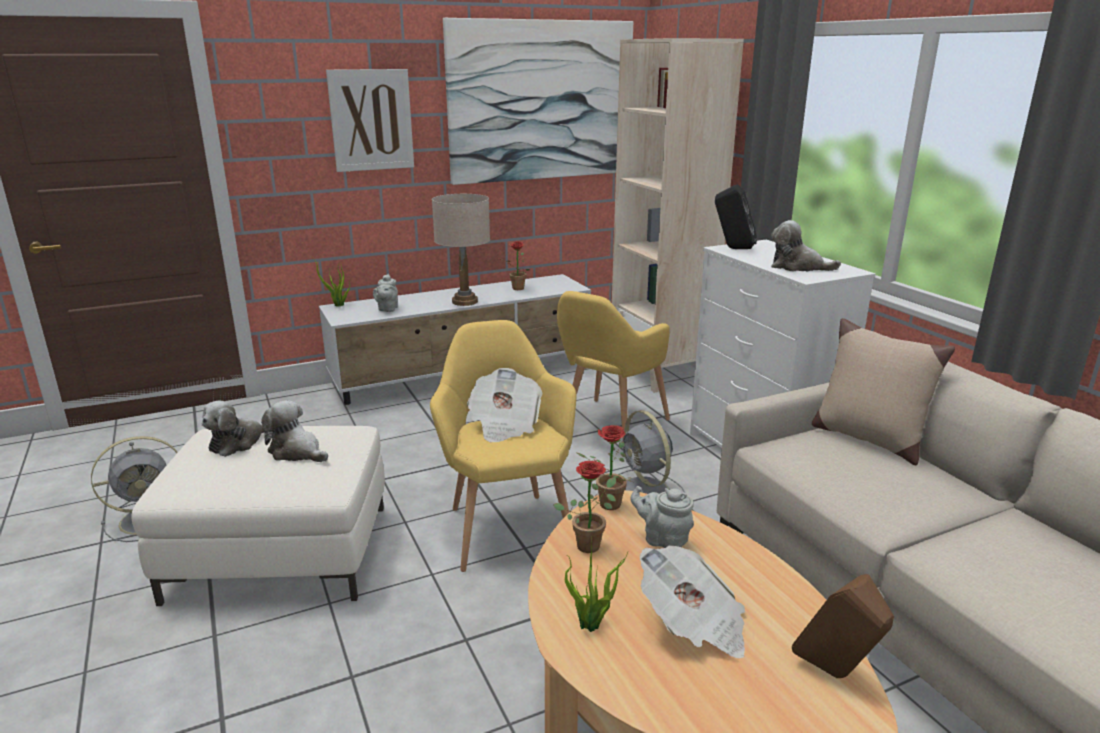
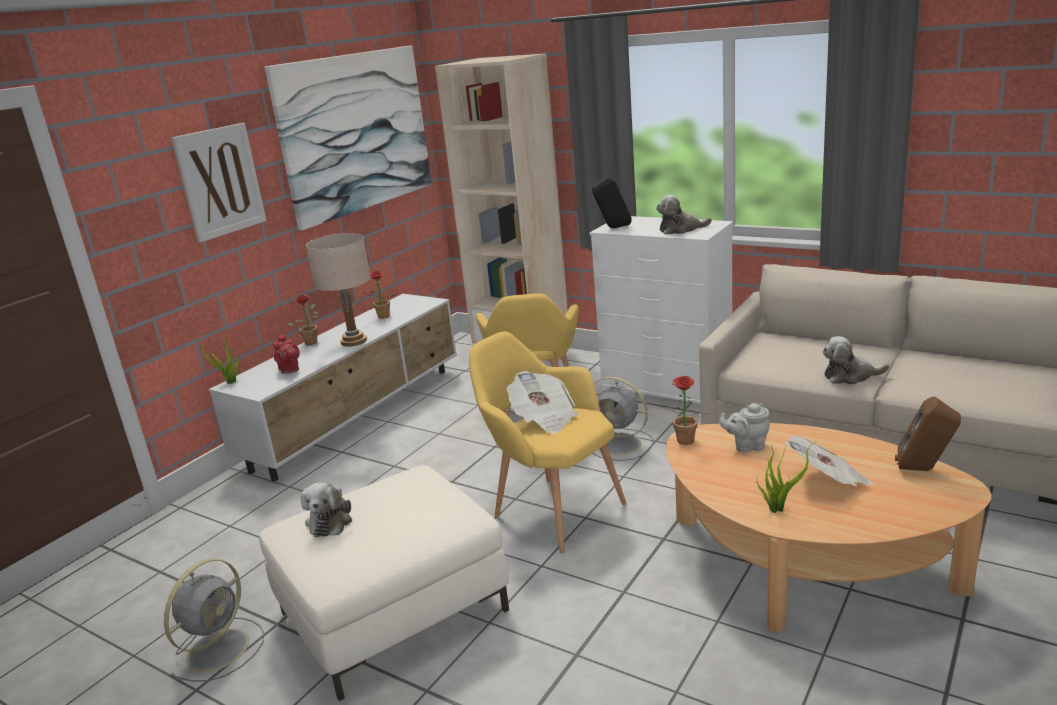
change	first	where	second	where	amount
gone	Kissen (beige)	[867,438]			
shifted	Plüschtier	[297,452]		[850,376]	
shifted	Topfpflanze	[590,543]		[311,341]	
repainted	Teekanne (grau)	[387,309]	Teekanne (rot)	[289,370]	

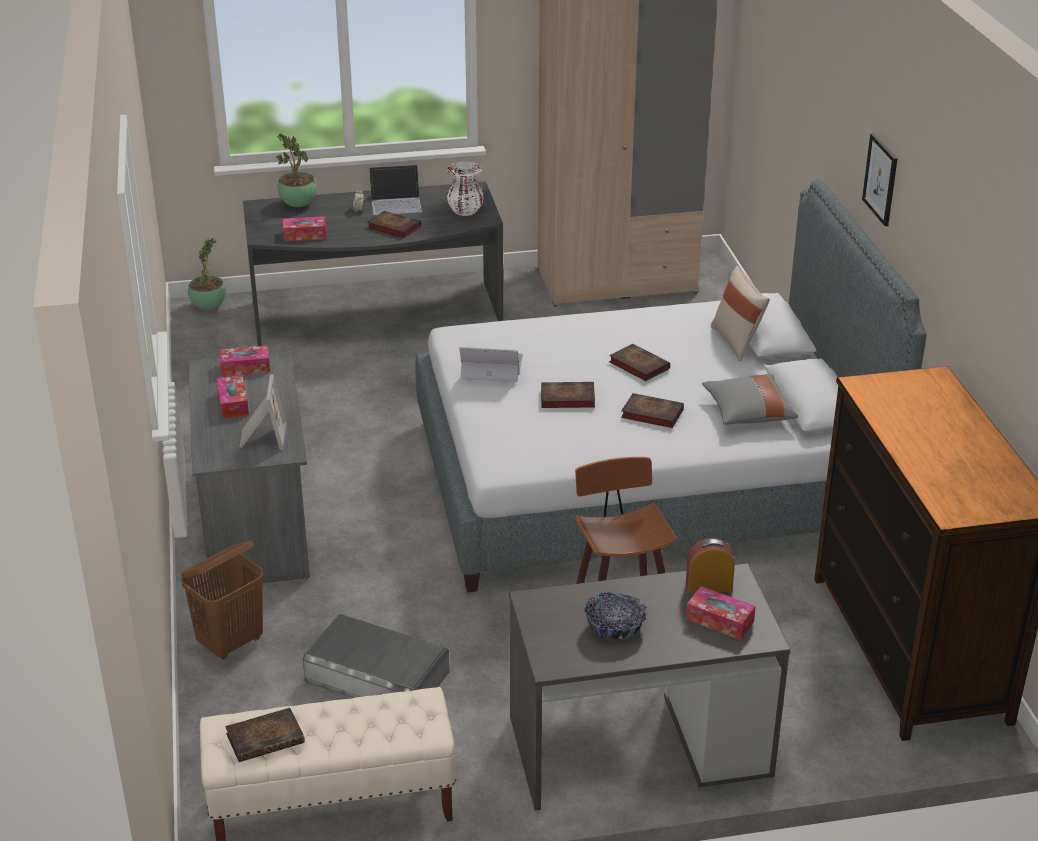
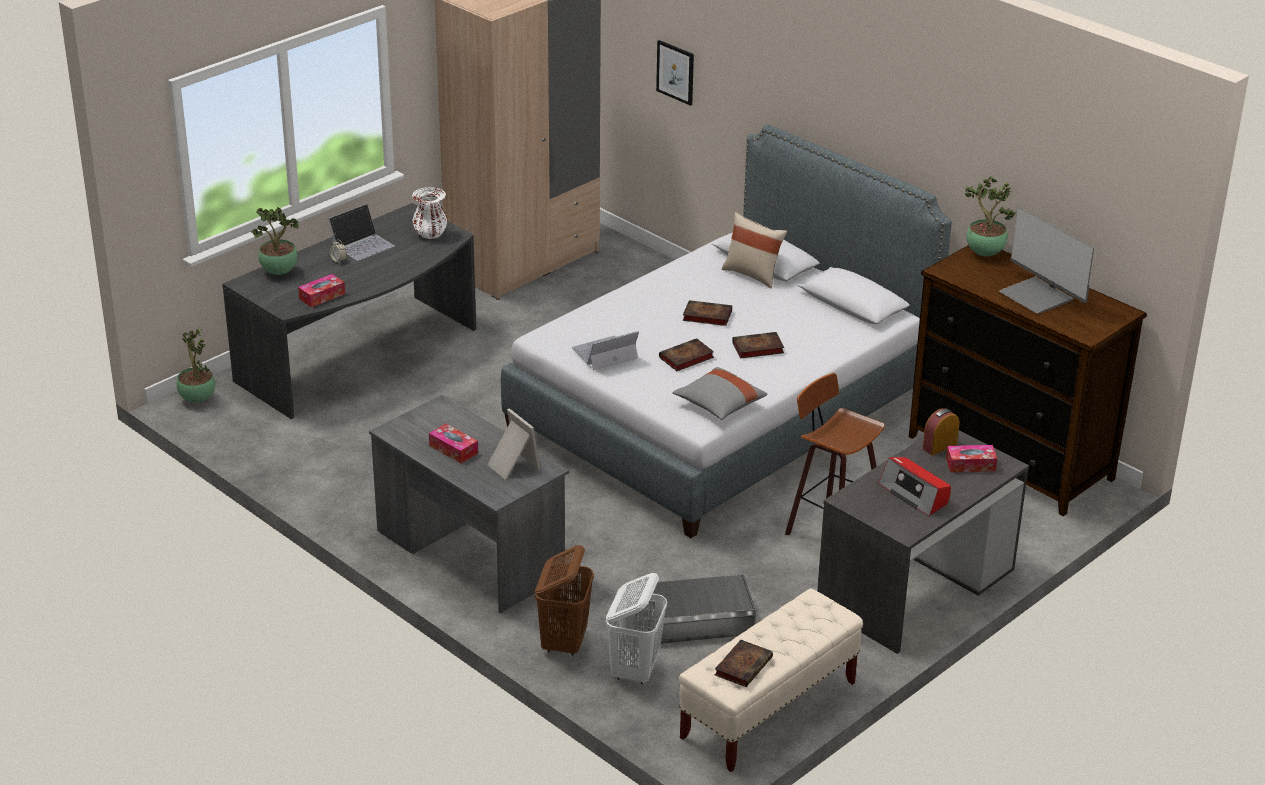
change	first	where	second	where	amount
gone	Taschentuchbox	[245,367]			
gone	Buch	[392,227]			
new			Wäschekorb (weiß)	[635,670]	
new			Topfpflanze	[983,253]	
new			Monitor	[1037,296]	
shifted	Kissen (grau)	[747,413]		[719,405]	
shifted	Bild	[881,179]		[675,72]	
swapped	Schüssel	[615,627]	Radio	[914,494]	

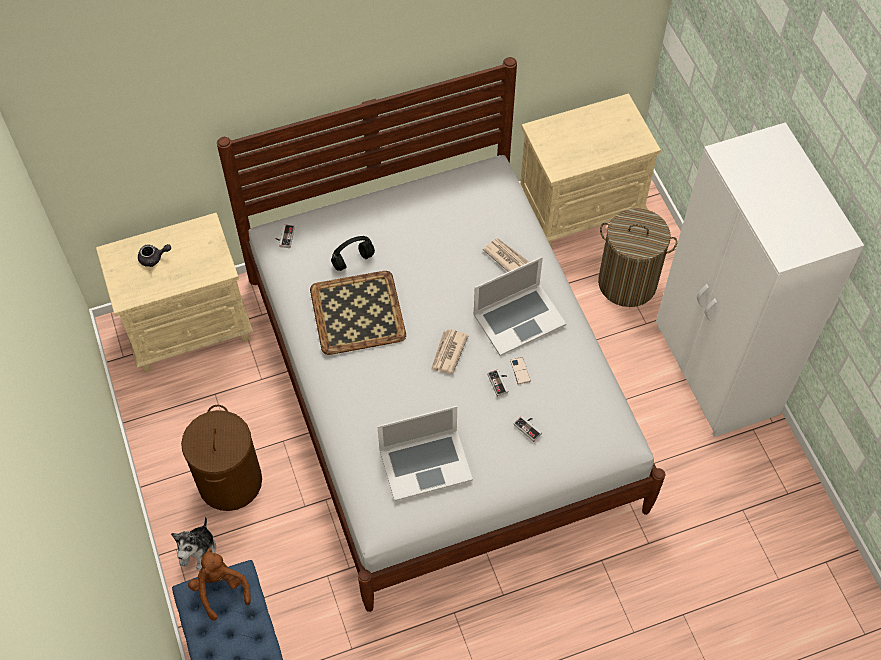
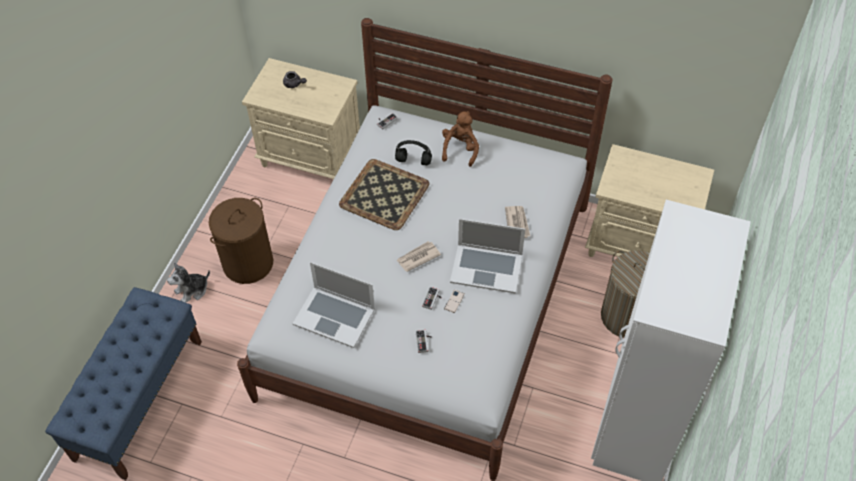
change	first	where	second	where	amount
shifted	Plüschtier (braun)	[220,588]		[460,149]	

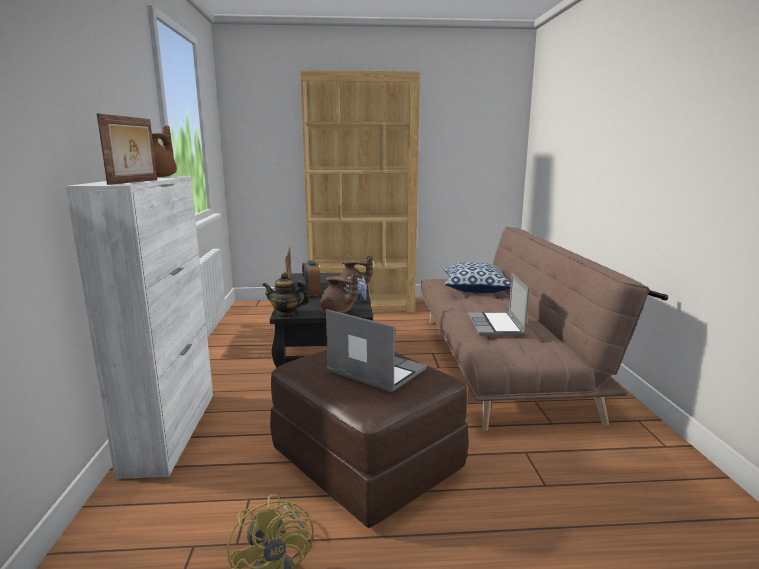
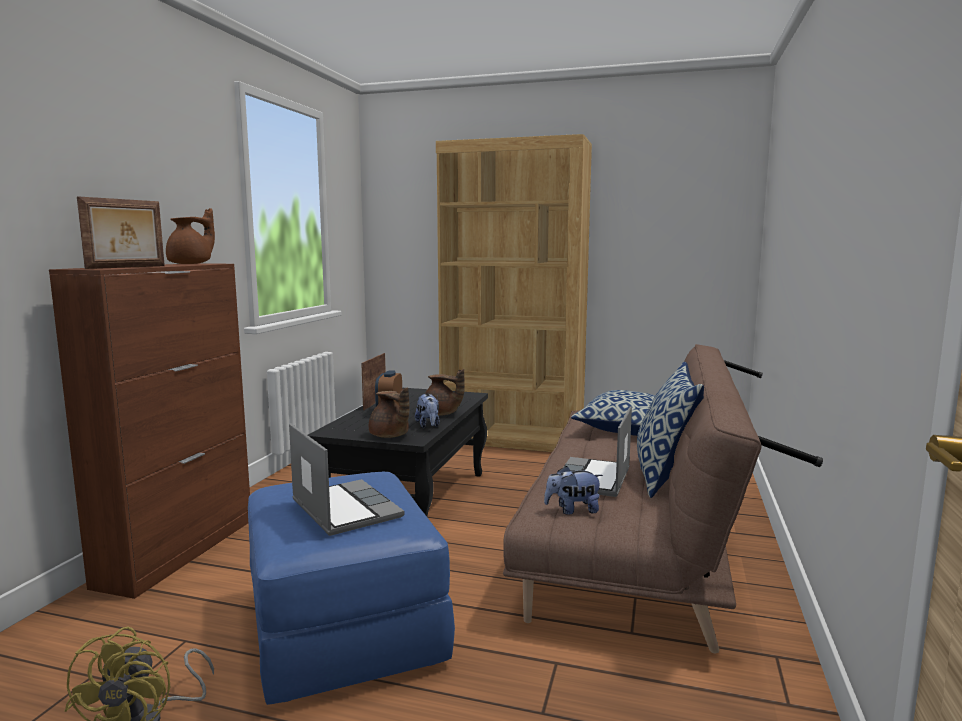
change	first	where	second	where	amount
gone	Teekanne	[286,314]			
new			Plüschtier	[573,510]	
new			Kissen	[665,477]	
repainted	Schrank (weiß)	[171,430]	Schrank (braun)	[179,551]	
repainted	Polsterhocker (braun)	[365,461]	Polsterhocker (blau)	[343,628]	

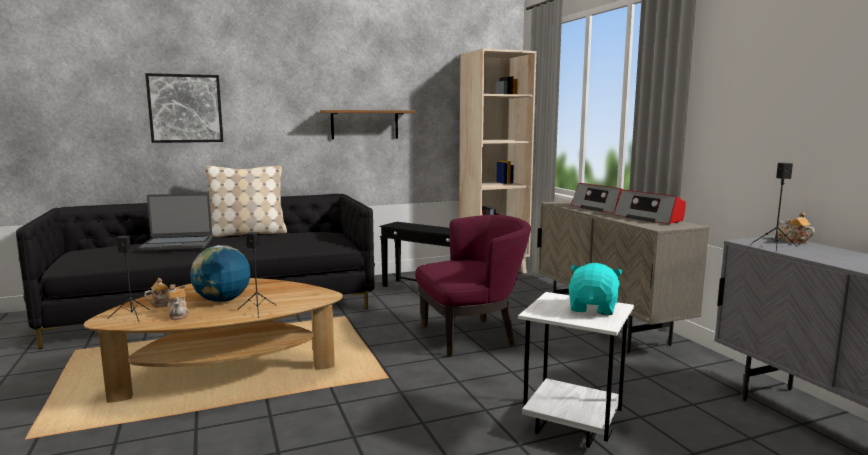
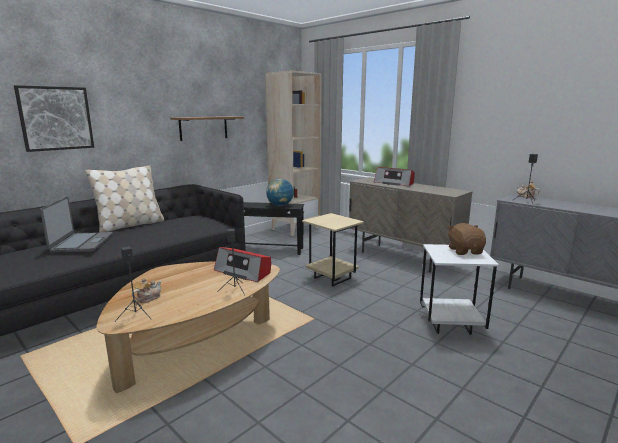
change	first	where	second	where	amount
gone	Teekanne	[178,314]			
shifted	Globus	[222,300]		[280,205]	
shifted	Radio	[649,218]		[243,272]	
swapped	Sessel (lila)	[471,336]	Beistelltisch (beige)	[332,278]	
repainted	Plüschtier (türkis)	[593,308]	Plüschtier (braun)	[465,251]	
rotated	Laptop	[177,245]		[82,243]	60 degrees counterclockwise

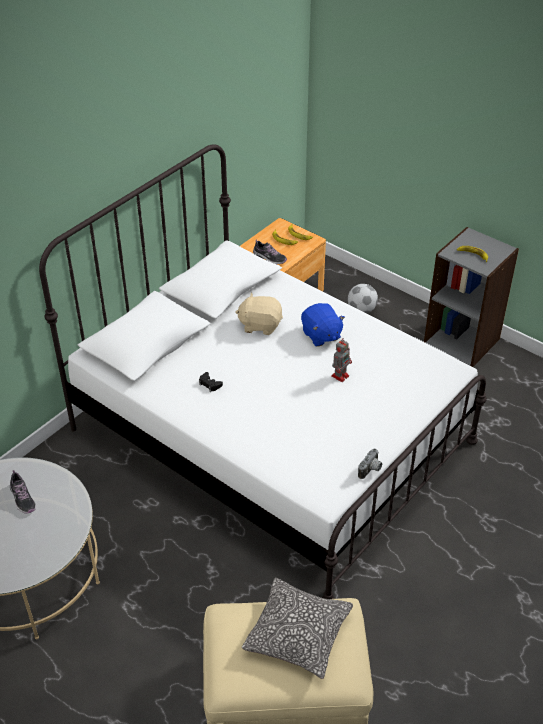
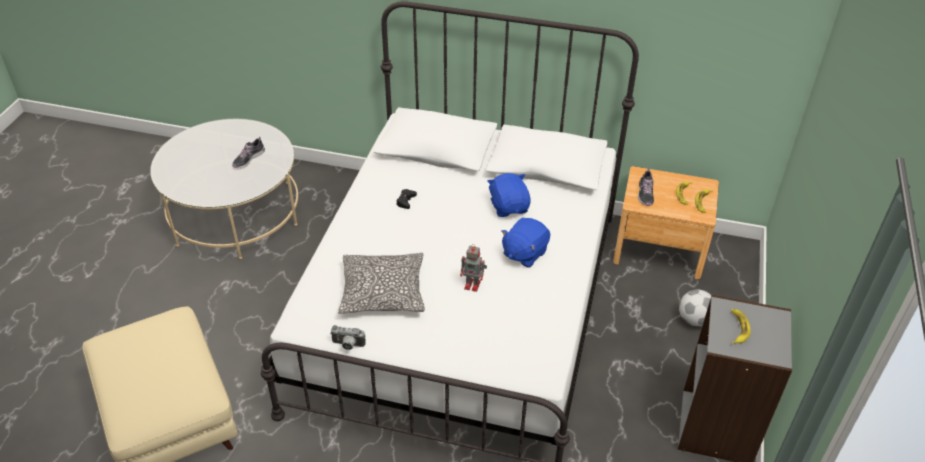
change	first	where	second	where	amount
shifted	Kissen	[298,634]		[383,292]	
repainted	Plüschtier (beige)	[260,325]	Plüschtier (blau)	[509,207]	

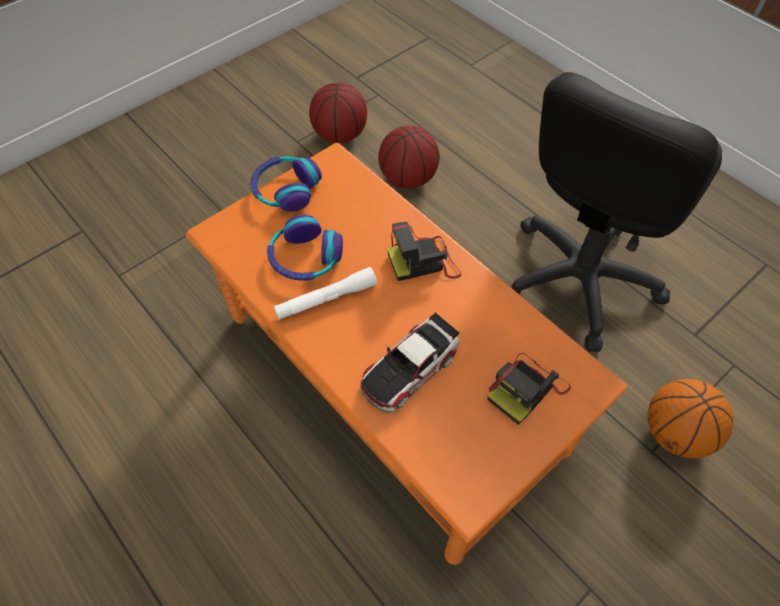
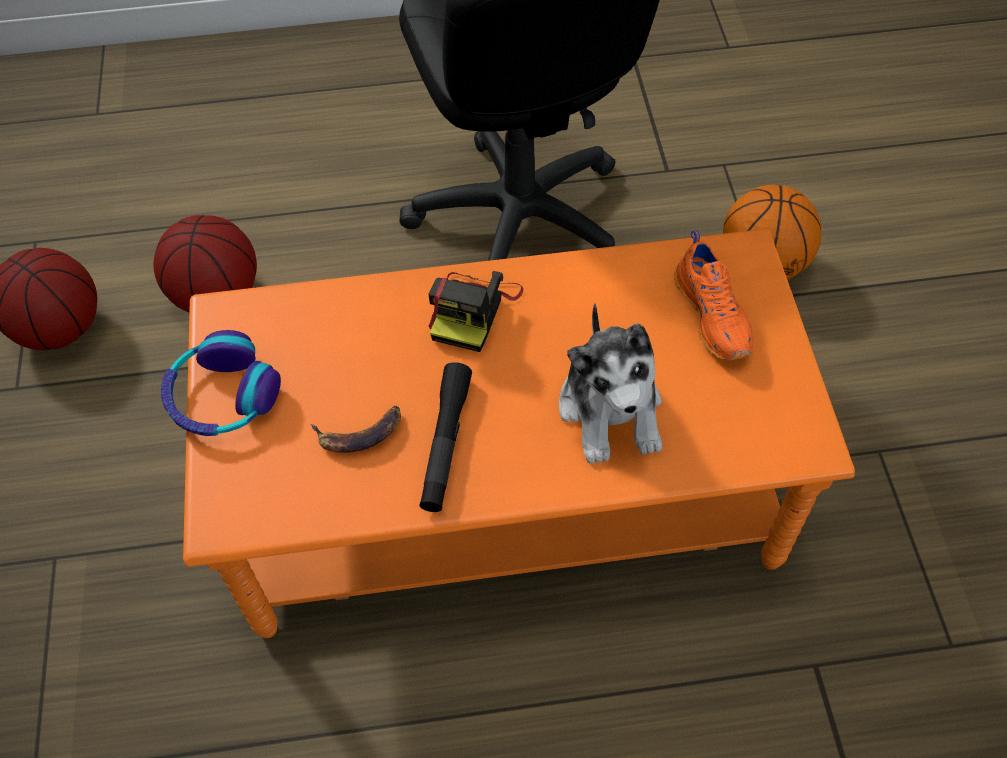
change	first	where	second	where	amount
swapped	Kopfhörer	[305,258]	Banane	[360,433]	
swapped	Spielzeugauto	[409,368]	Plüschtier	[611,409]	
swapped	Kamera	[526,389]	Schuh (orange)	[714,315]	
repainted	Taschenlampe (weiß)	[326,299]	Taschenlampe (schwarz)	[445,443]	

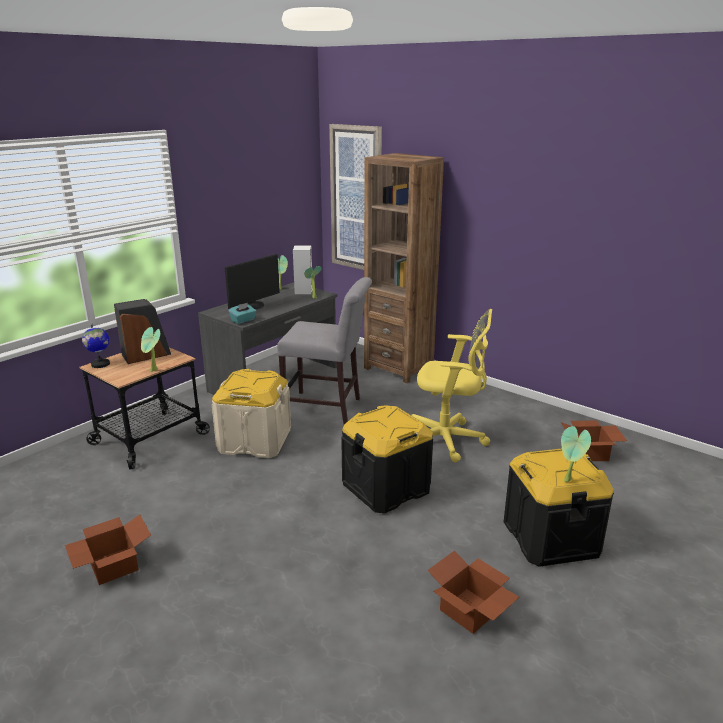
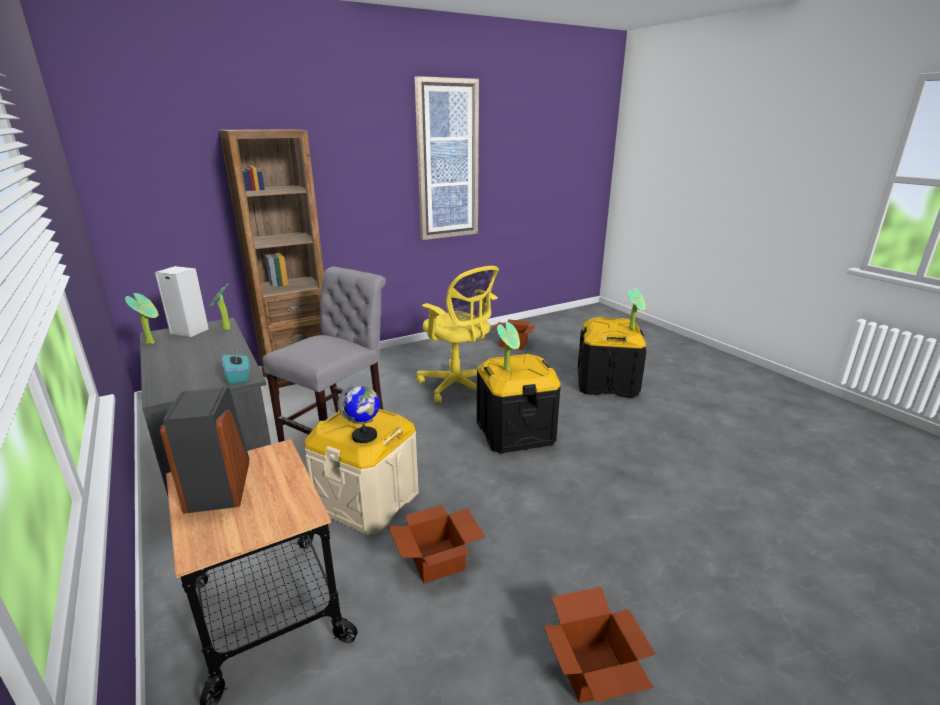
change	first	where	second	where	amount
gone	Monitor	[253,306]			
shifted	Globus	[100,364]		[365,436]	
shifted	Topfpflanze	[154,371]		[508,369]	
shifted	Bild	[356,199]		[447,161]	
shifted	Karton	[470,612]		[438,560]	
rotated	Bürostuhl (gelb)	[447,440]		[458,387]	105 degrees clockwise

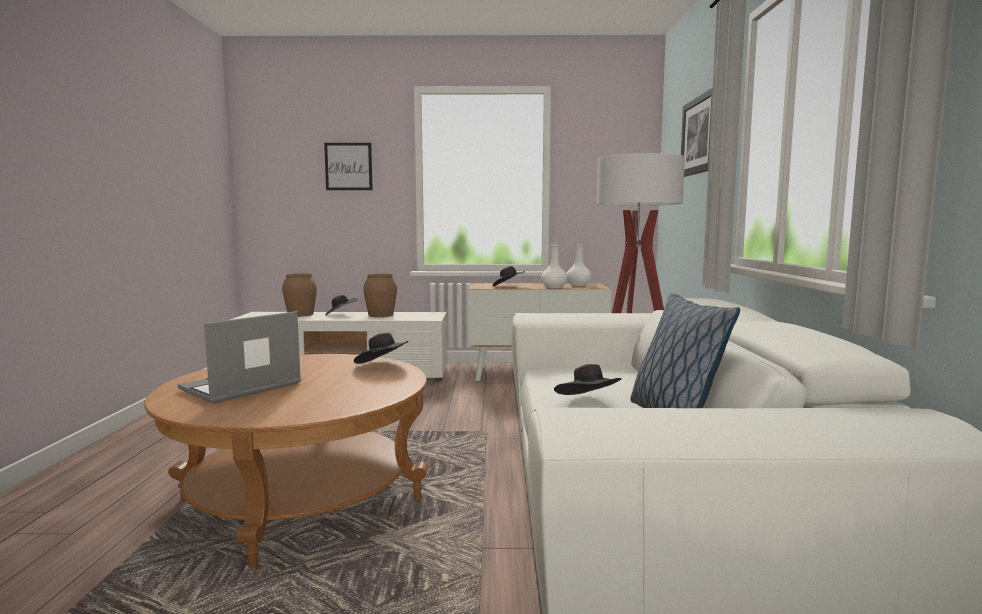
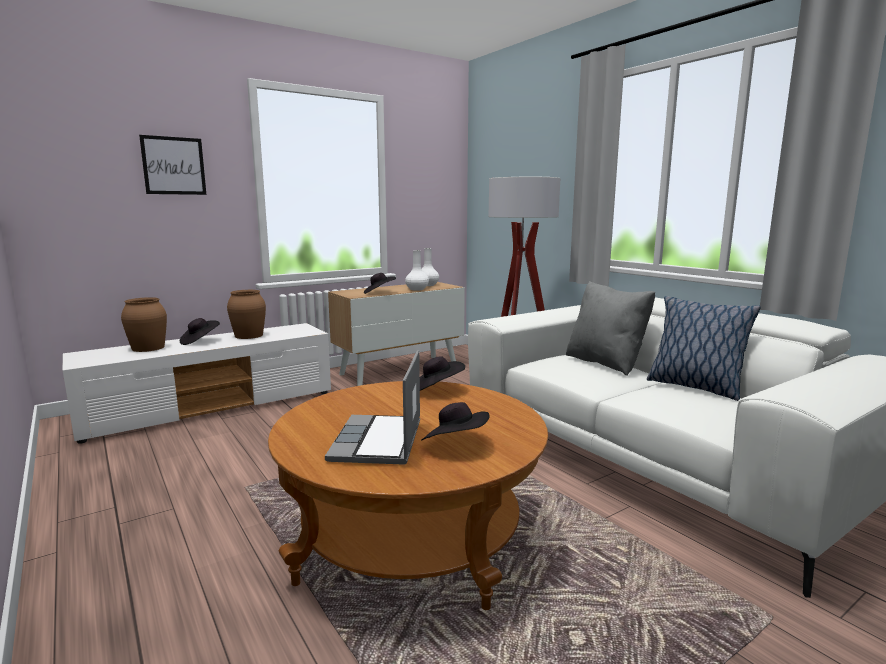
change	first	where	second	where	amount
gone	Bild	[700,135]			
new			Kissen (grau)	[605,363]	
shifted	Hut (schwarz)	[588,402]		[456,444]	

